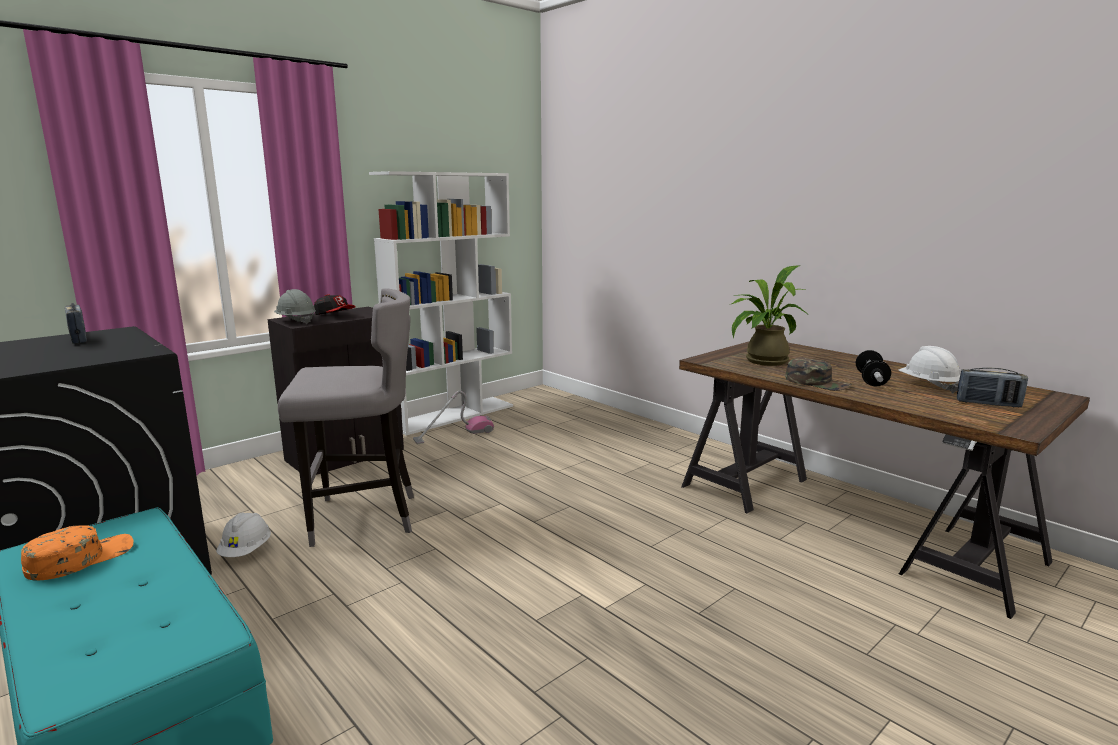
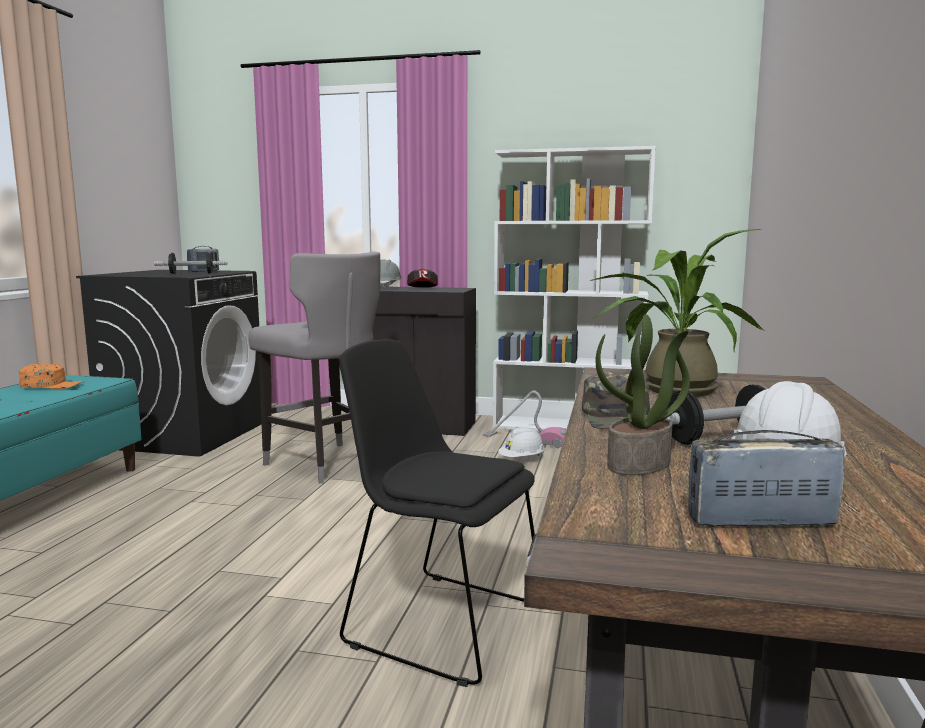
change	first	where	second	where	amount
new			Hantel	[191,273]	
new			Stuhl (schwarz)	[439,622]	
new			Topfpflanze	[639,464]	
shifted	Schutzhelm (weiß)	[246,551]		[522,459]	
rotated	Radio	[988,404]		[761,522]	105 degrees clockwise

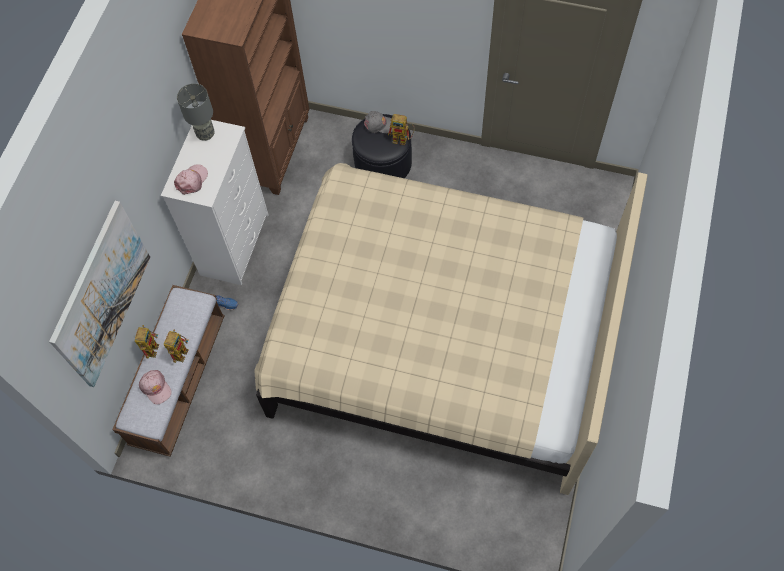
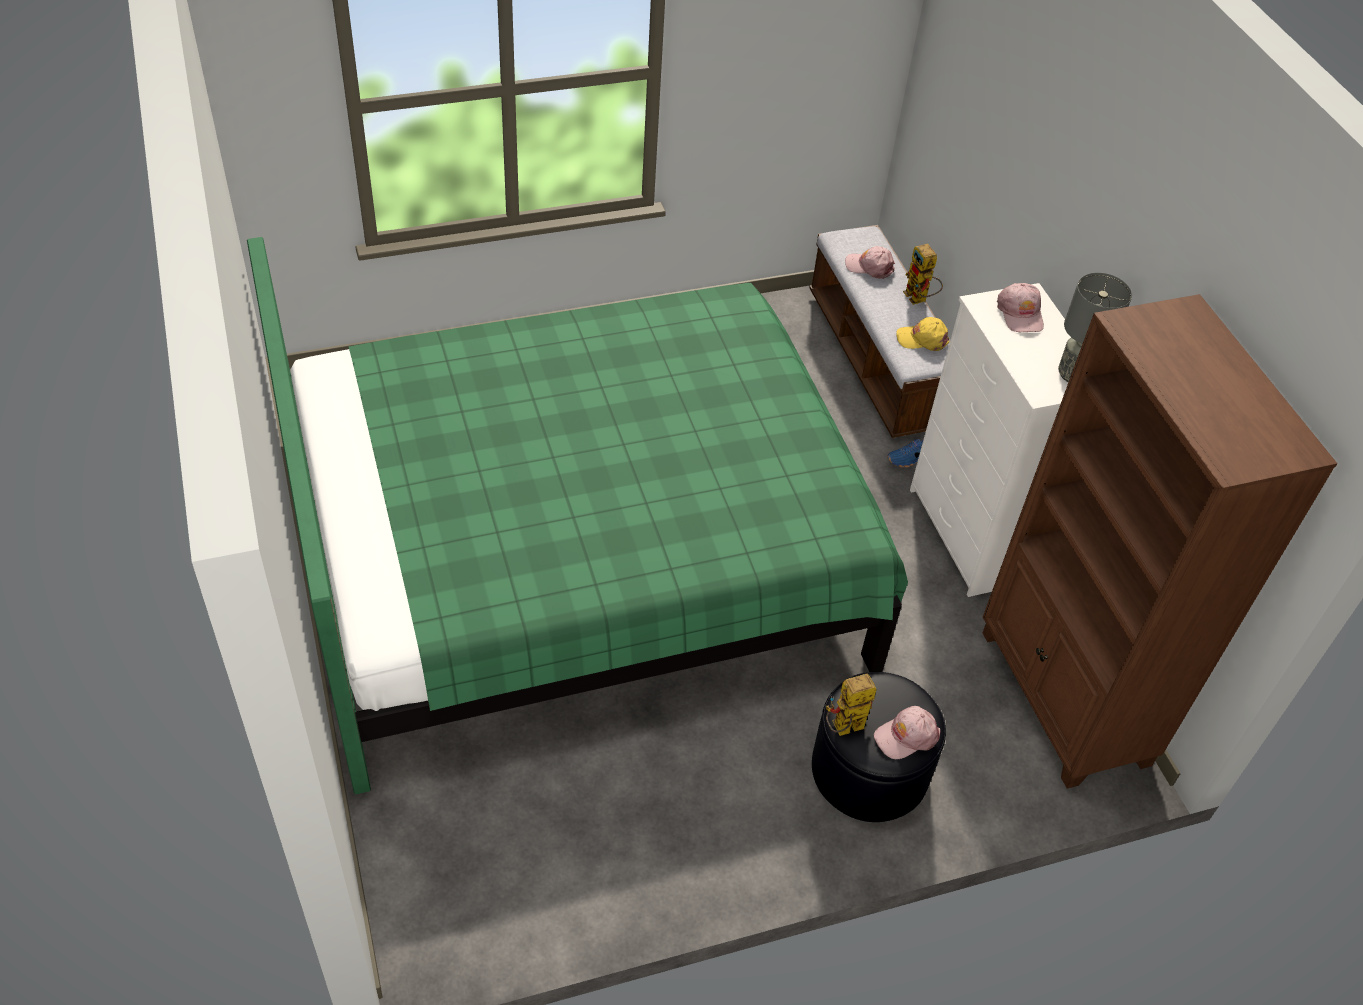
change	first	where	second	where	amount
gone	Bild	[101,295]			
gone	Spielzeugroboter	[180,350]			
new			Kappe (gelb)	[922,339]	
repainted	Bett (beige)	[444,334]	Bett (grün)	[576,555]	
repainted	Kappe (grau)	[379,124]	Kappe (rosa)	[906,736]	

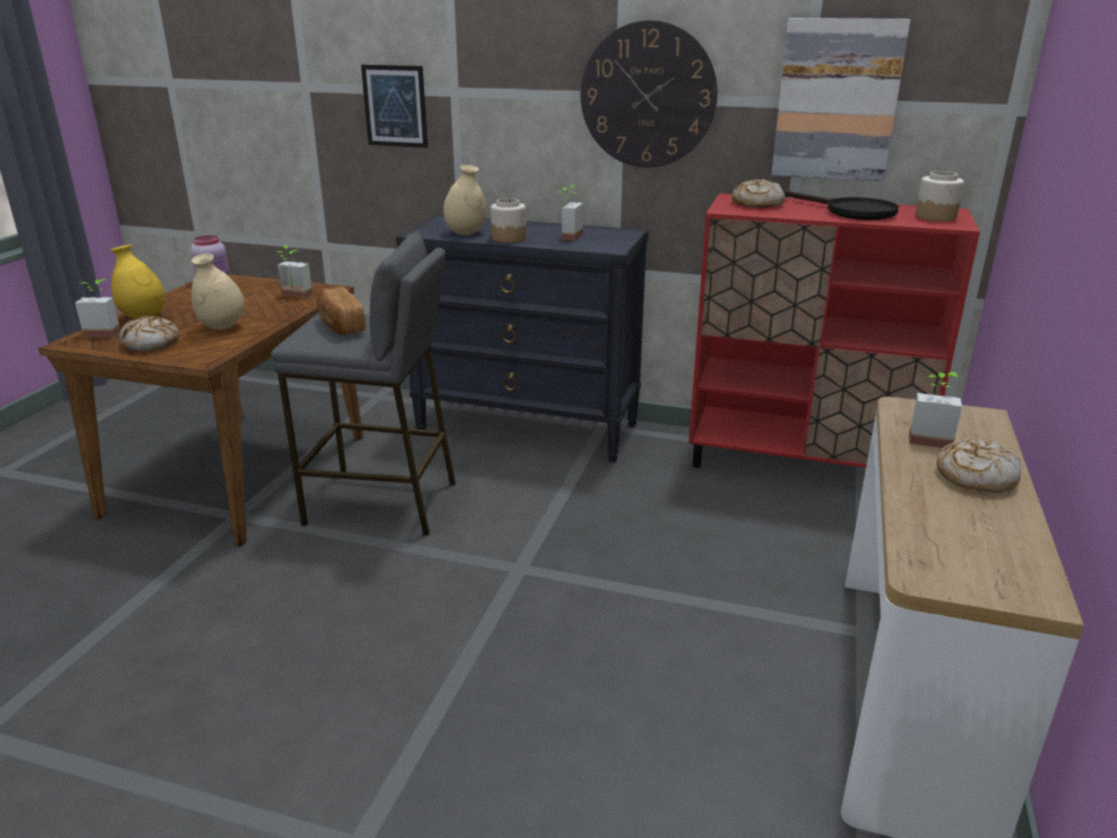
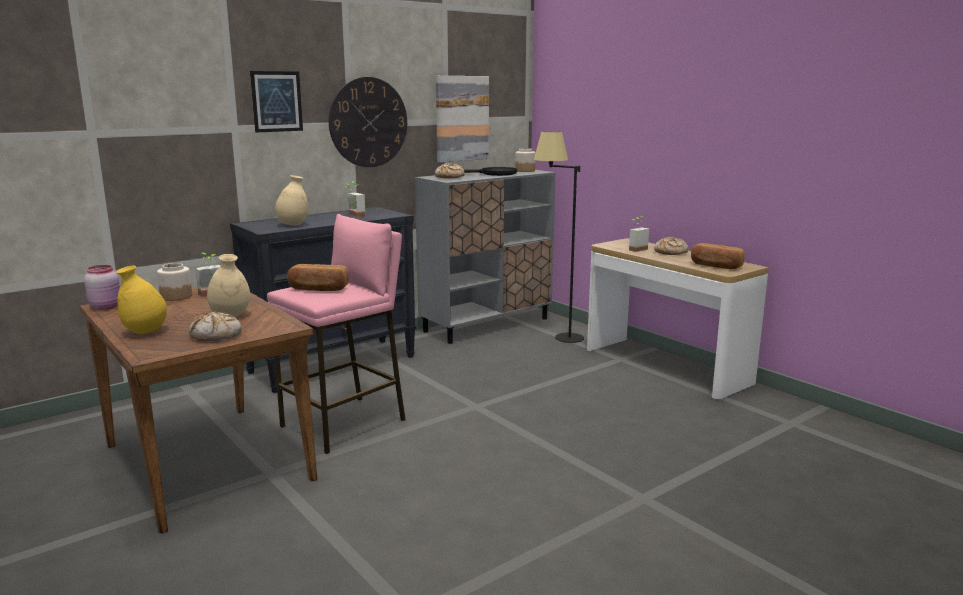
change	first	where	second	where	amount
gone	Topfpflanze	[105,332]			
new			Stehlampe (schwarz)	[557,339]	
new			Brot	[715,266]	
shifted	Bild	[395,106]		[277,101]	
shifted	Vorratsglas	[508,238]		[176,296]	
repainted	Hocker (grau)	[382,503]	Hocker (rosa)	[345,424]	
repainted	Schrank (rot)	[803,464]	Schrank (grau)	[487,325]	

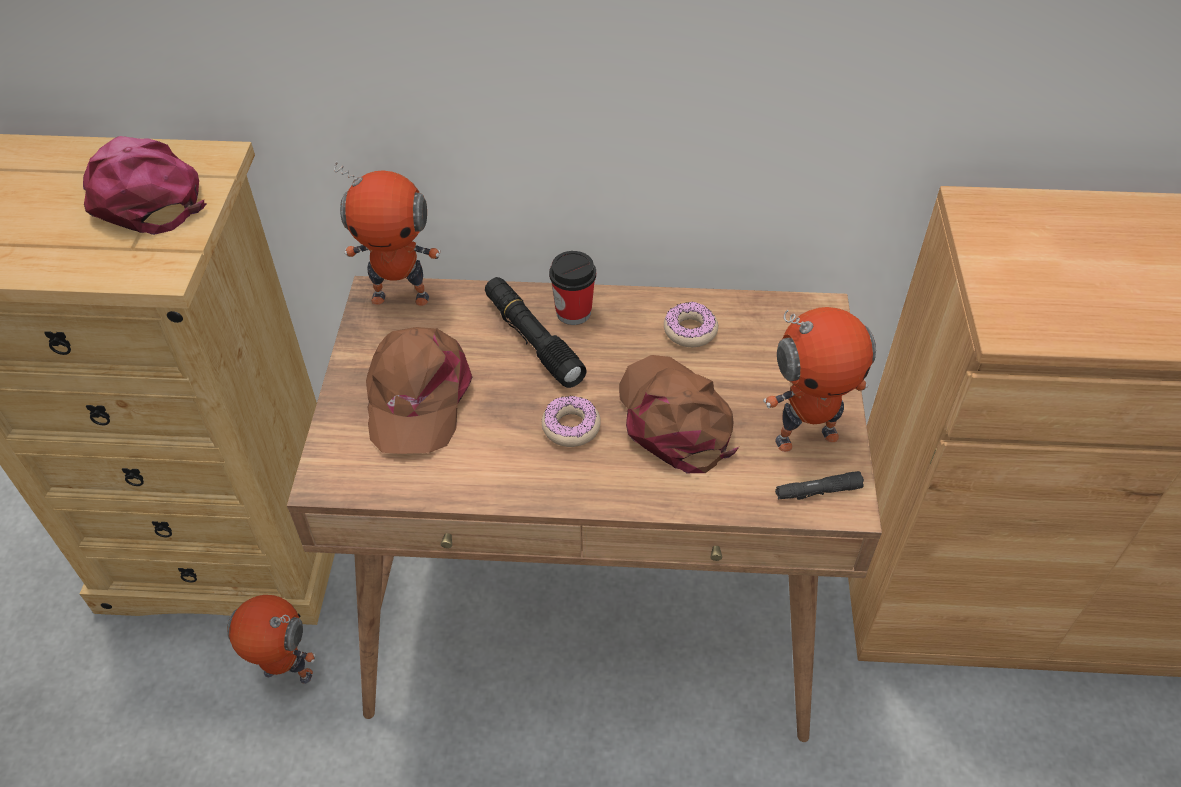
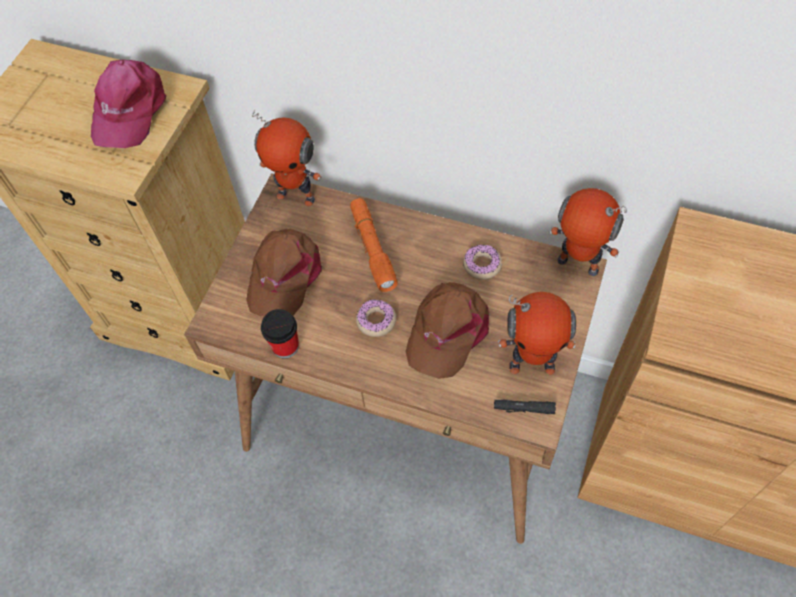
change	first	where	second	where	amount
shifted	Spielzeugroboter	[286,675]		[577,266]	
shifted	Tasse	[573,312]		[285,346]	
repainted	Taschenlampe (schwarz)	[533,339]	Taschenlampe (orange)	[372,249]	
rotated	Kappe (rosa)	[143,193]		[129,110]	150 degrees counterclockwise
rotated	Kappe (braun)	[675,418]		[447,331]	150 degrees counterclockwise

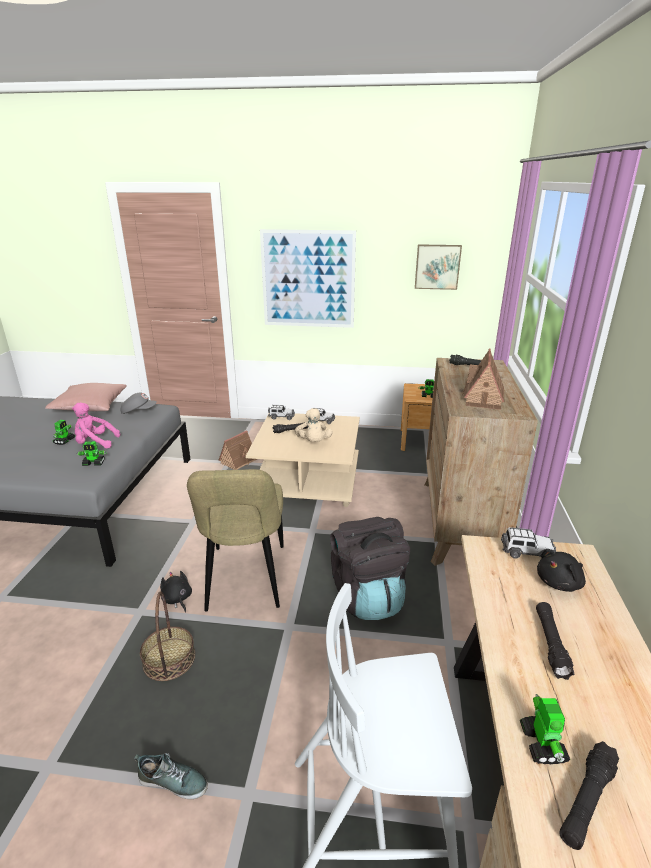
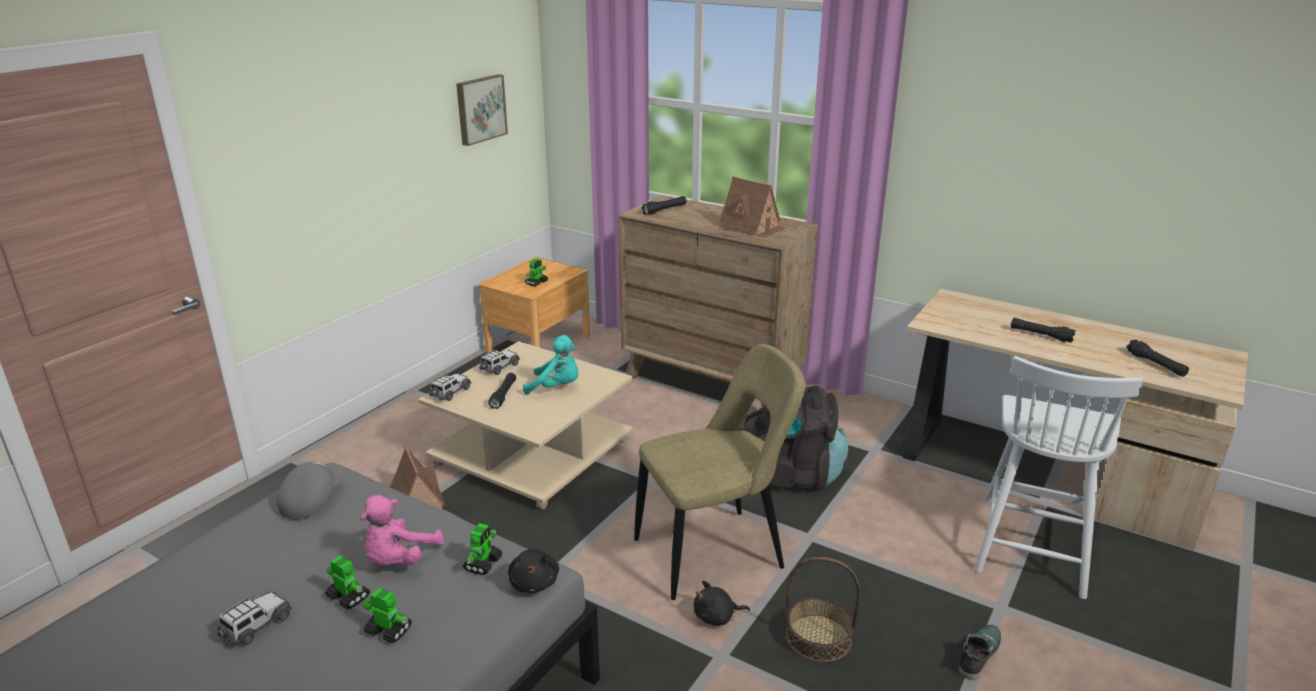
change	first	where	second	where	amount
gone	Kissen (rosa)	[90,407]			
gone	Bild	[308,279]			
shifted	Spielzeugauto	[527,552]		[256,626]	
shifted	Spielzeugroboter	[542,743]		[388,630]	
shifted	Plüschtier (schwarz)	[560,582]		[534,582]	
repainted	Plüschtier (beige)	[313,442]	Plüschtier (türkis)	[556,387]	
rotated	Stuhl (beige)	[245,580]		[715,552]	45 degrees counterclockwise

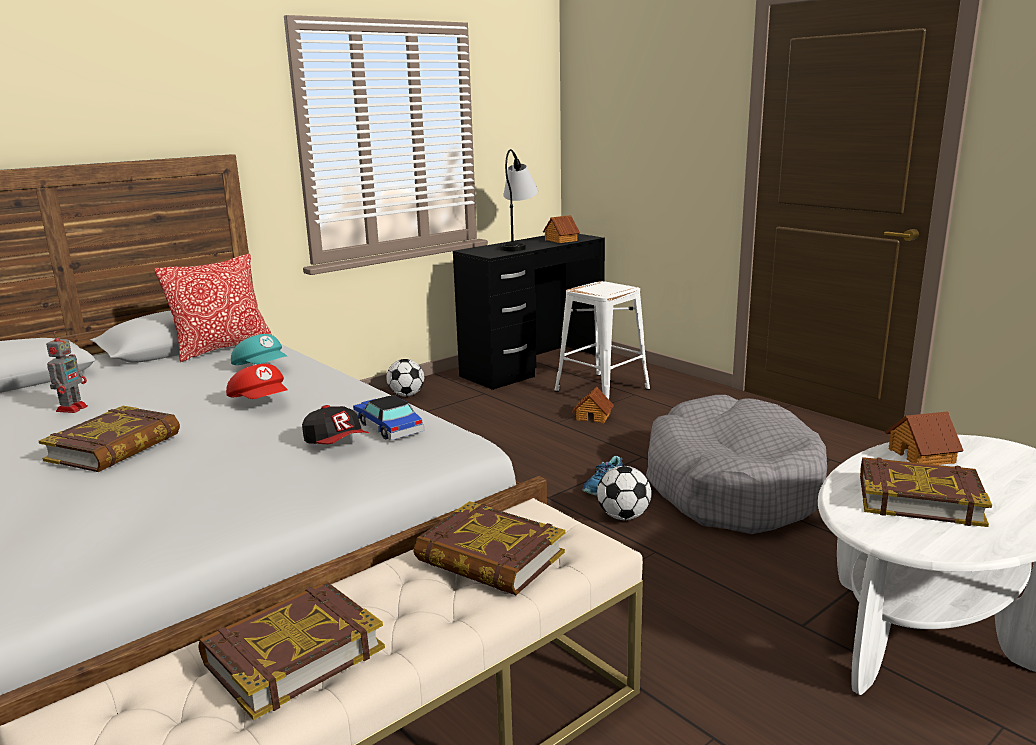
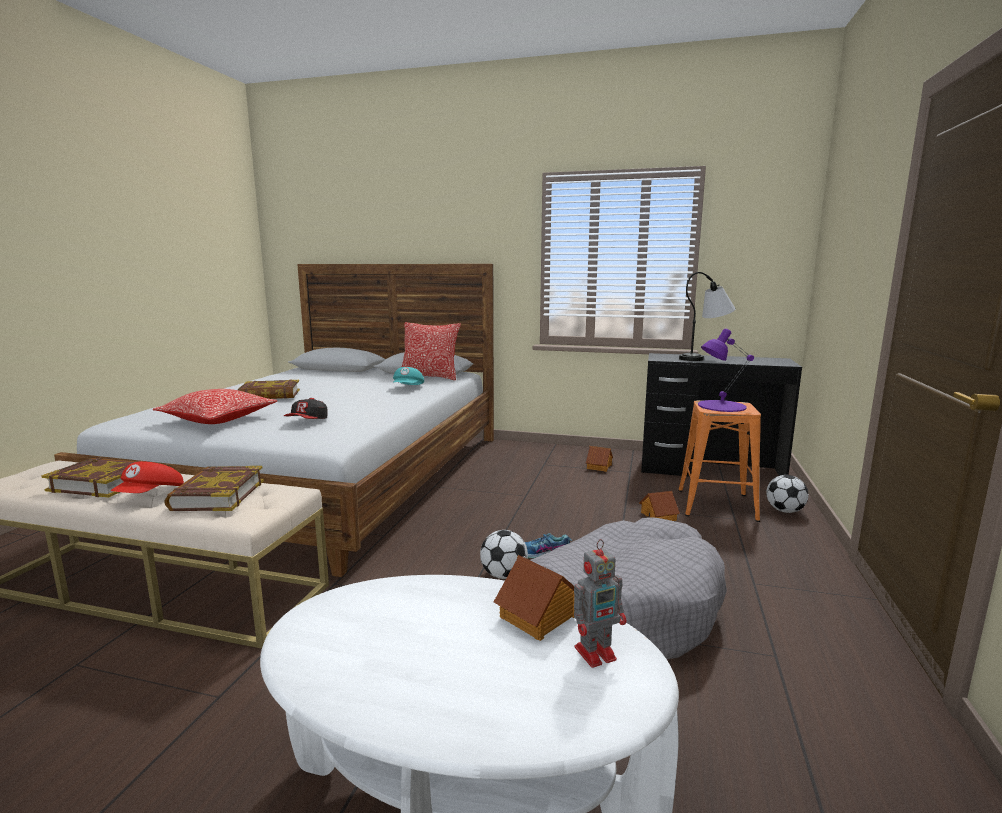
change	first	where	second	where	amount
gone	Spielzeugauto	[388,426]			
gone	Buch	[919,499]			
new			Kissen	[218,419]	
new			Tischlampe (lila)	[720,406]	
shifted	Spielzeugroboter	[73,408]		[597,652]	
shifted	Kappe (rot)	[261,401]		[151,495]	
shifted	Fußball	[406,395]		[784,511]	
shifted	Spielzeughaus	[560,240]		[598,466]	
repainted	Hocker (weiß)	[603,390]	Hocker (orange)	[716,505]	

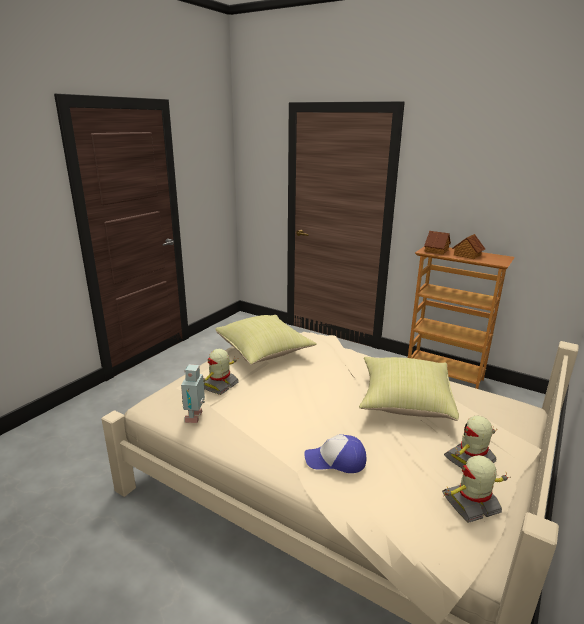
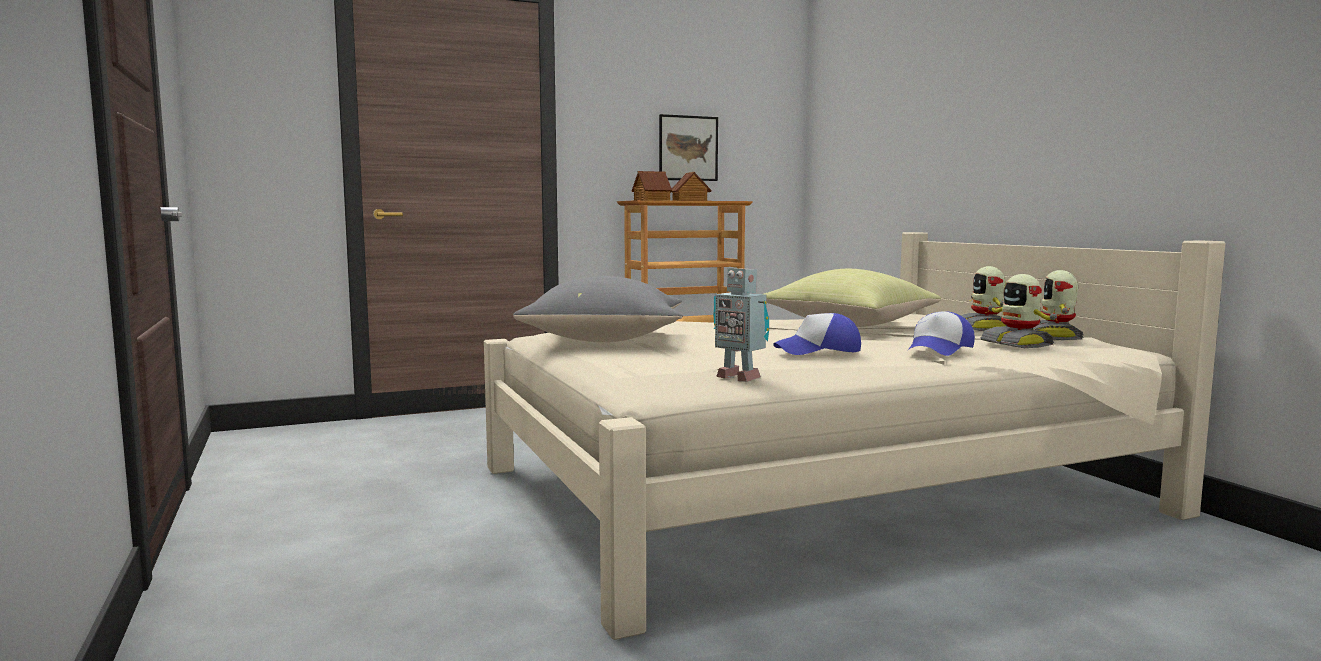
change	first	where	second	where	amount
new			Bild	[688,148]	
new			Kappe	[818,351]	
shifted	Spielzeugroboter	[219,385]		[1017,344]	
repainted	Kissen (gelb)	[265,352]	Kissen (grau)	[606,340]	

